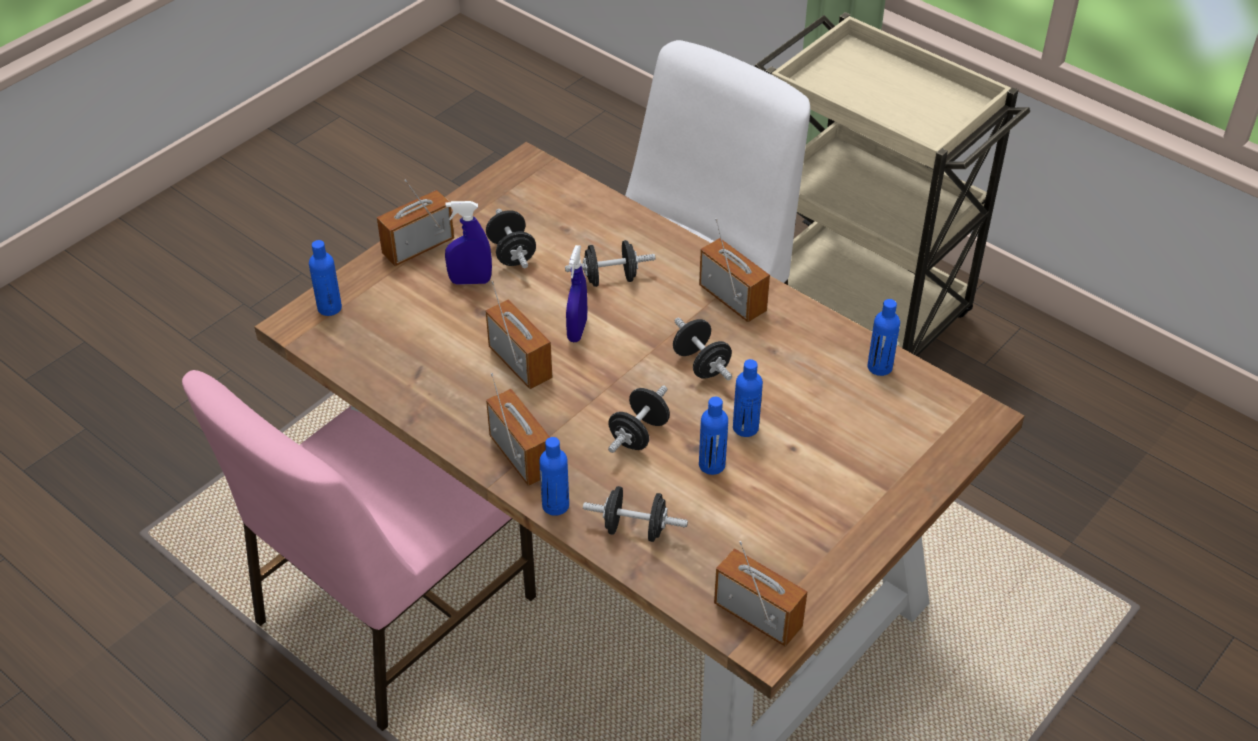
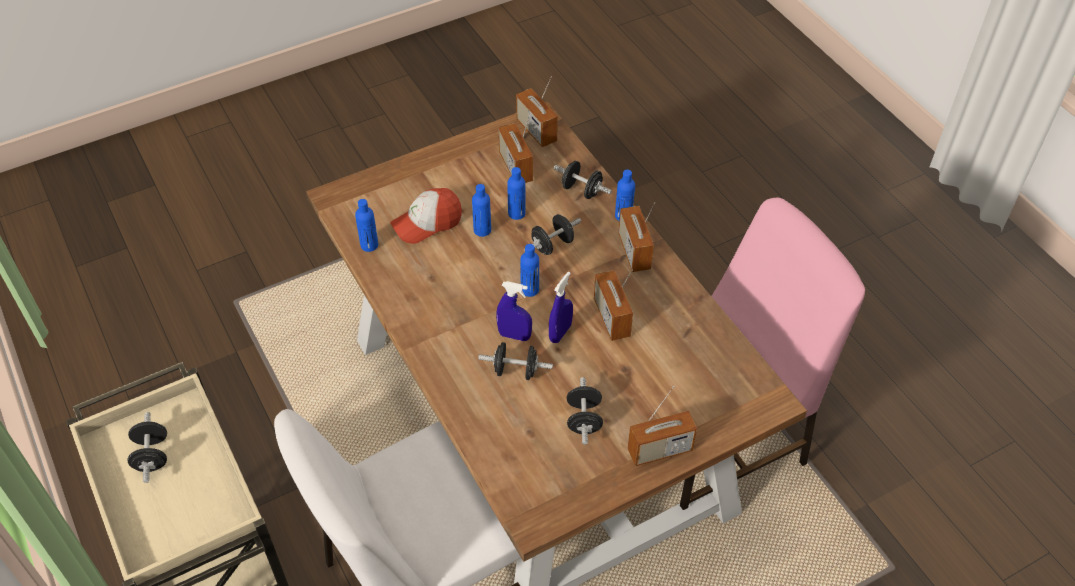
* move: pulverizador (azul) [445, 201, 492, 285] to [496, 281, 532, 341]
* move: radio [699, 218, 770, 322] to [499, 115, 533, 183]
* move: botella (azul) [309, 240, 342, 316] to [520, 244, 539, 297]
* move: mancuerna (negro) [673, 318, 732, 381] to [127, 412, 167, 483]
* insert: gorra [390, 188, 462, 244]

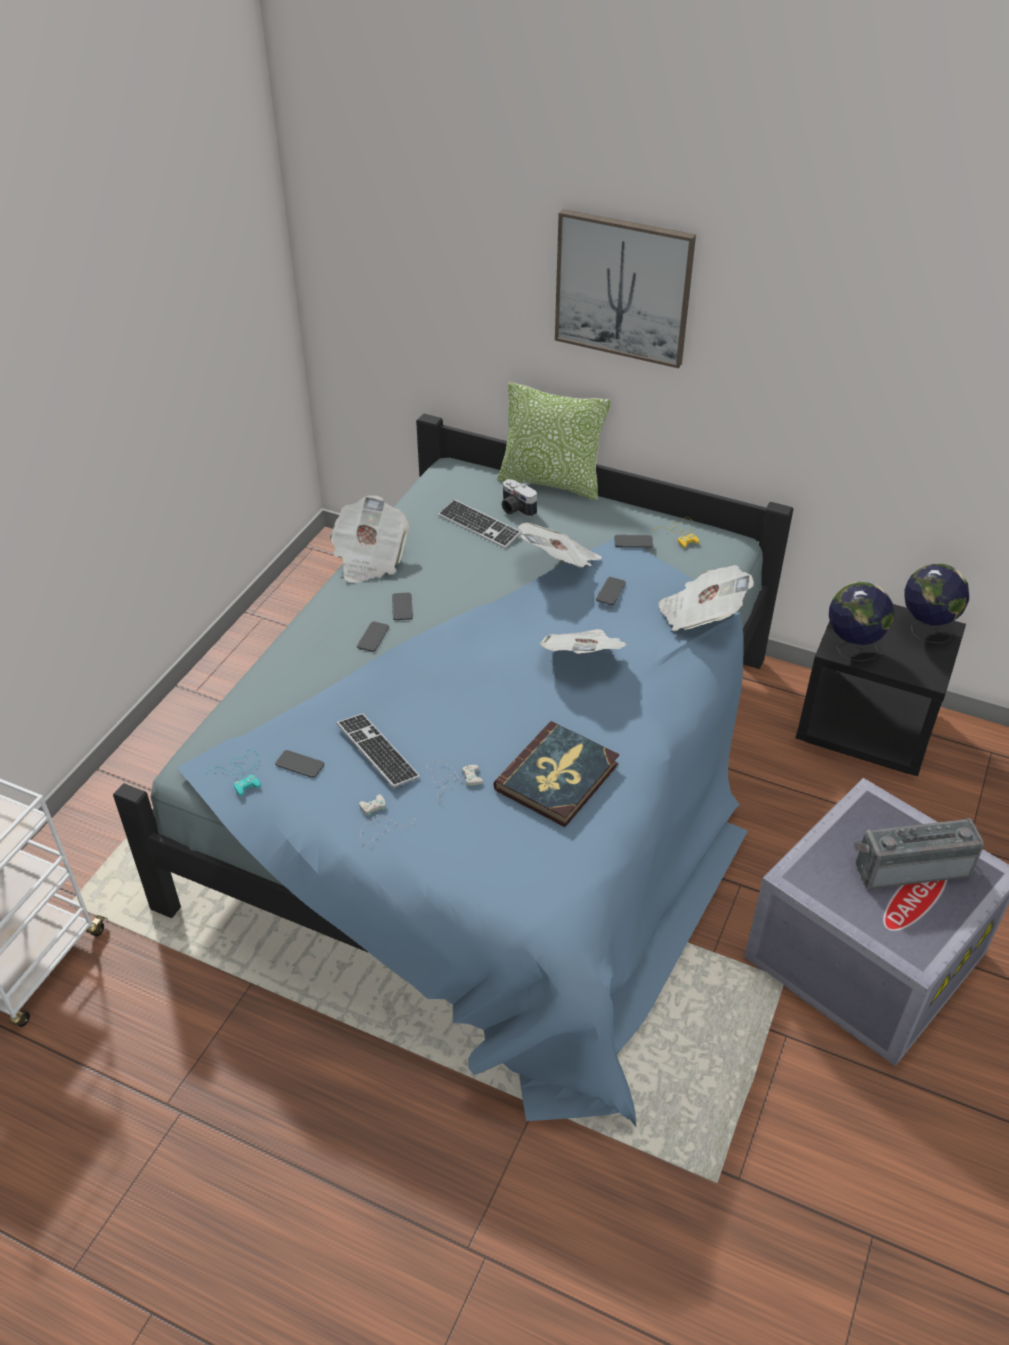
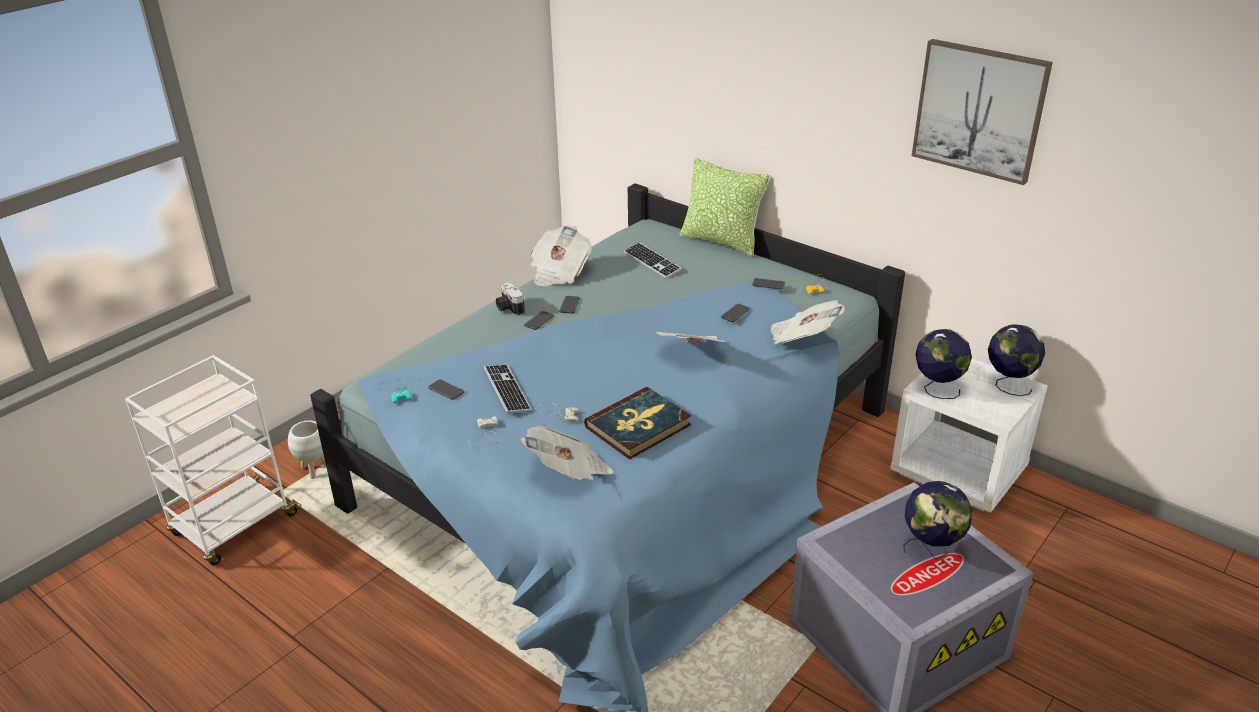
* move: cuadro [555, 209, 696, 368] to [912, 39, 1053, 185]
* move: cámara [501, 479, 537, 517] to [496, 283, 525, 316]
* move: periódico [518, 523, 602, 568] to [521, 426, 613, 480]
* recolor: mesita de noche (negro) [796, 604, 966, 776] to mesita de noche (blanco) [890, 358, 1048, 513]
* replace: radio [854, 818, 984, 889] to globo terráqueo [903, 481, 972, 560]
* insert: maceta (blanco) [288, 420, 326, 479]

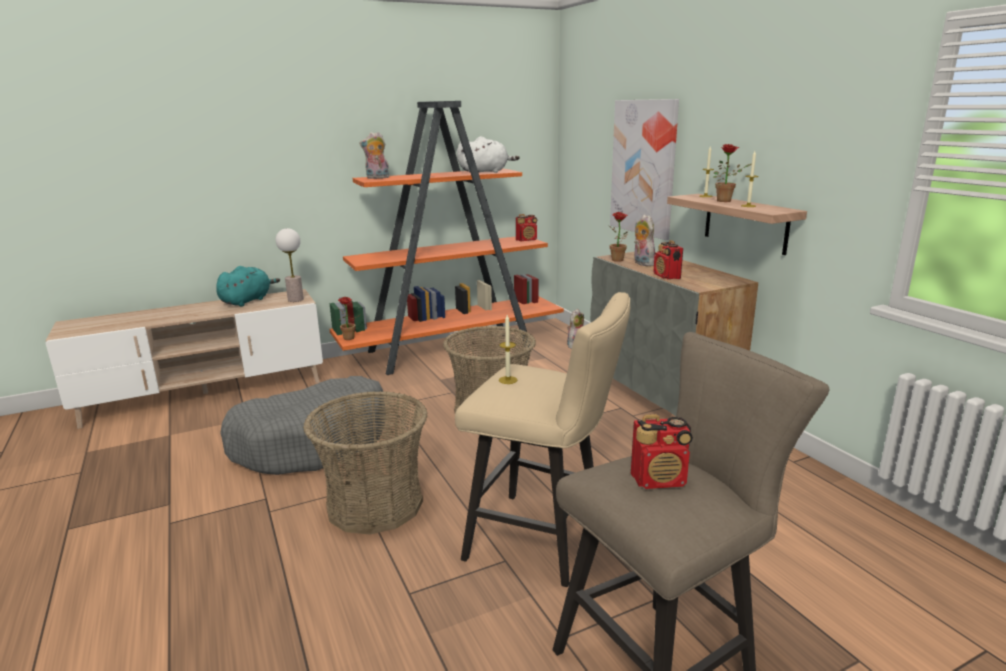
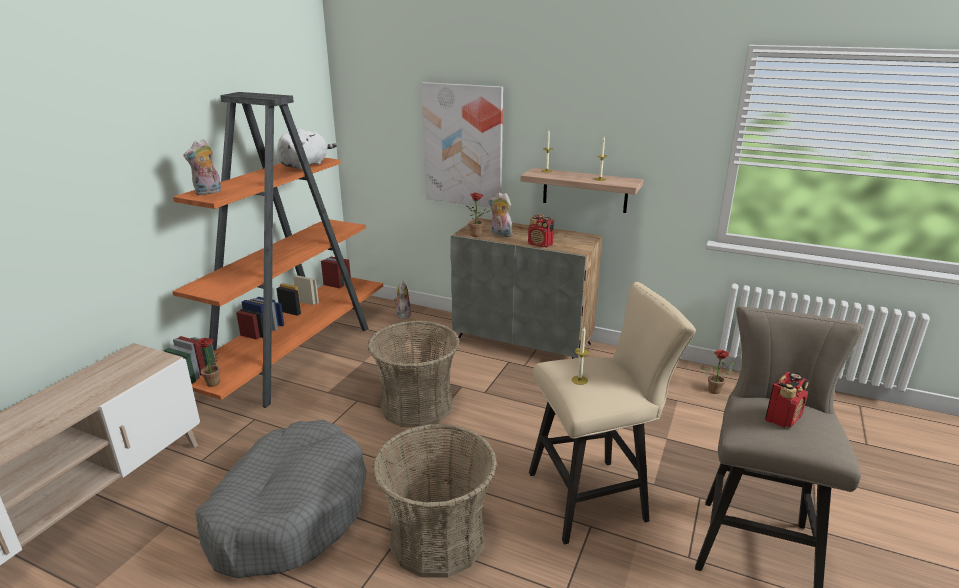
* move: planta en maceta [713, 144, 751, 202] to [701, 350, 735, 394]
* delete: radio [516, 214, 537, 241]
* delete: lámpara de mesa [276, 228, 304, 302]
* delete: peluche (turquesa) [216, 266, 280, 306]

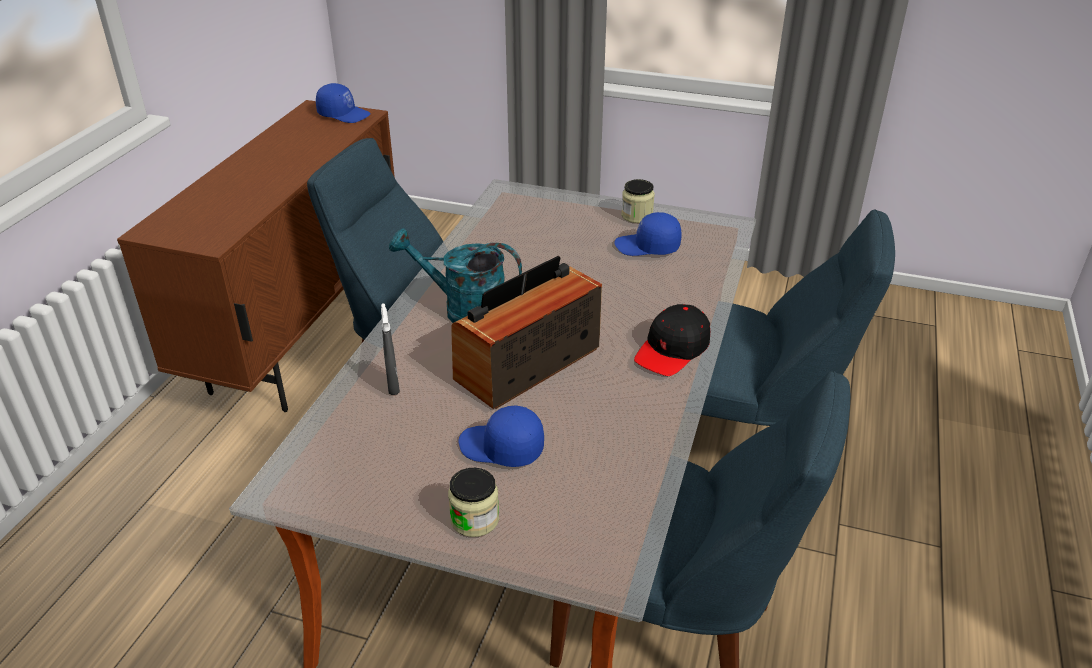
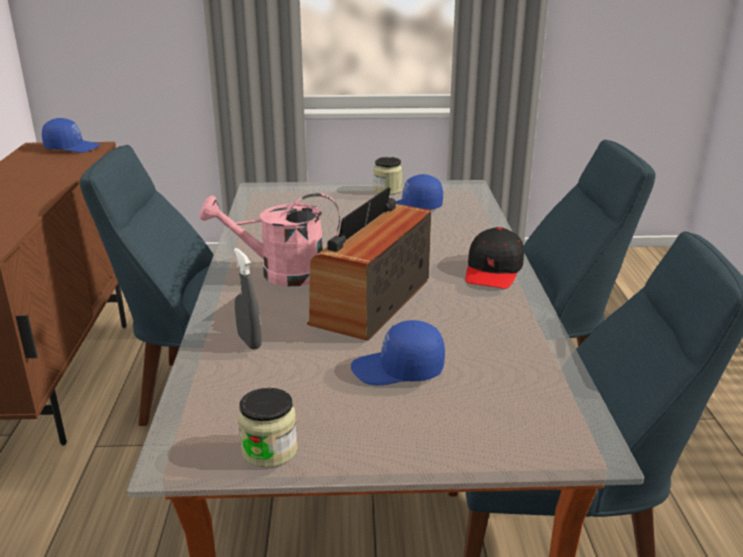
* recolor: regadera (turquesa) [389, 228, 522, 323] to regadera (rosa) [199, 193, 340, 286]
* move: tarro [448, 468, 499, 537] to [238, 388, 297, 468]

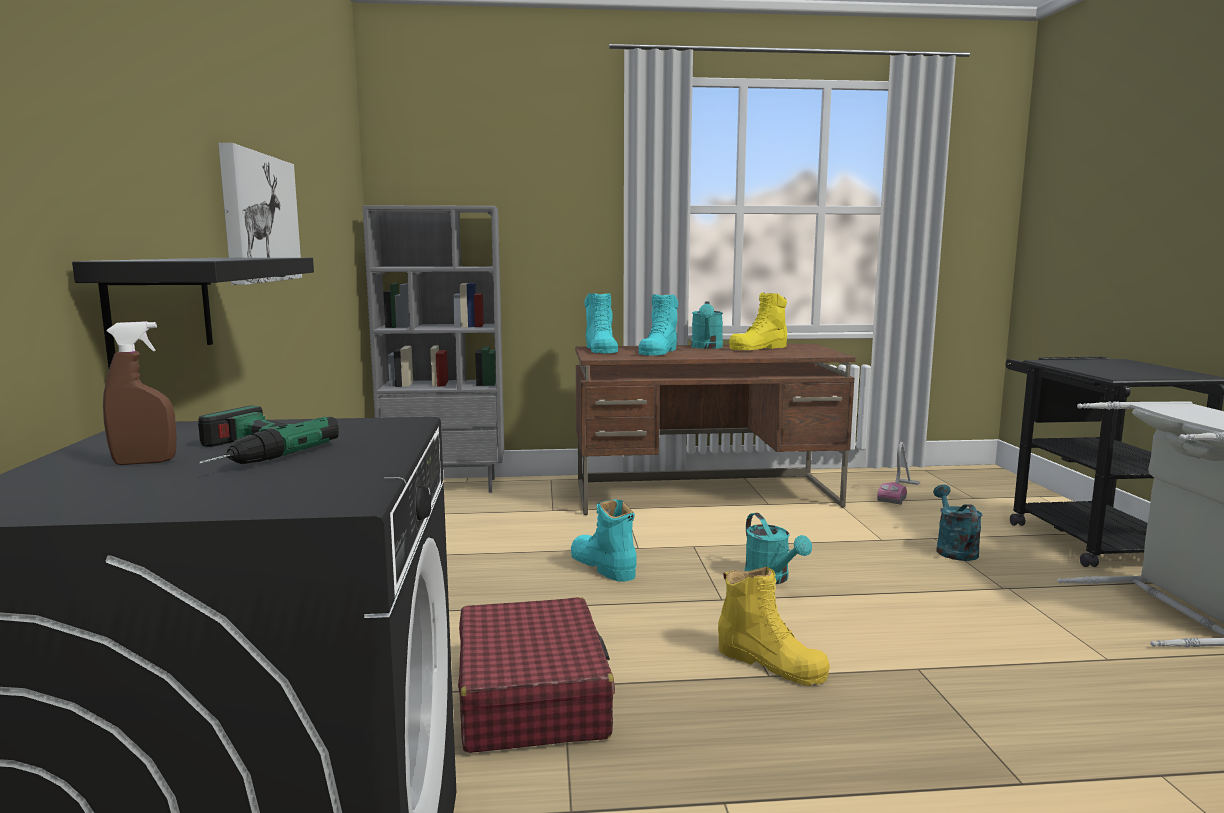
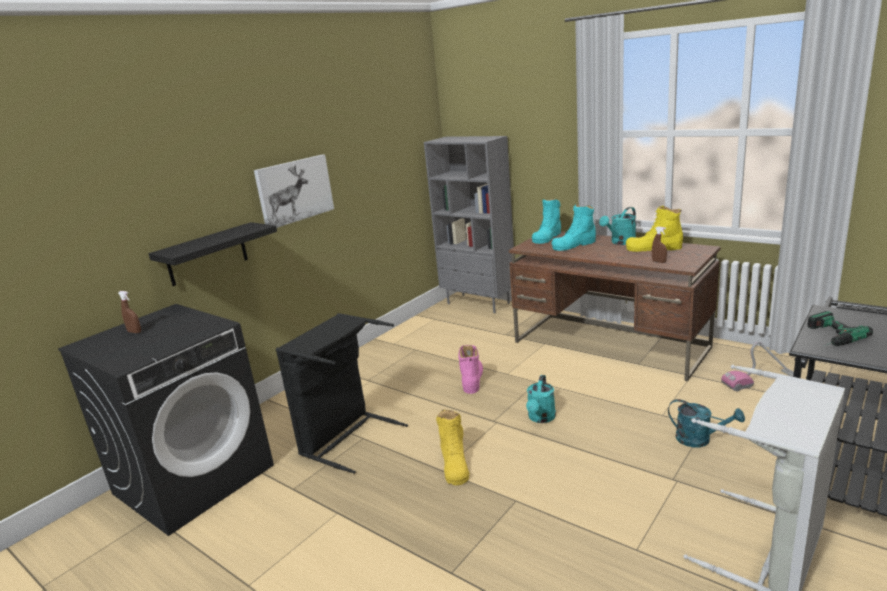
* move: taladro [198, 406, 339, 464] to [807, 311, 873, 346]
* rotate: regadera (turquesa) [933, 485, 982, 561] = [668, 399, 745, 447] 75 degrees clockwise
* recolor: bota (turquesa) [571, 499, 637, 582] to bota (rosa) [458, 345, 483, 394]
* replace: maleta (rojo) [458, 597, 615, 753] to cesto de la ropa (negro) [276, 313, 408, 474]
* insert: pulverizador (marrón) [652, 226, 667, 263]

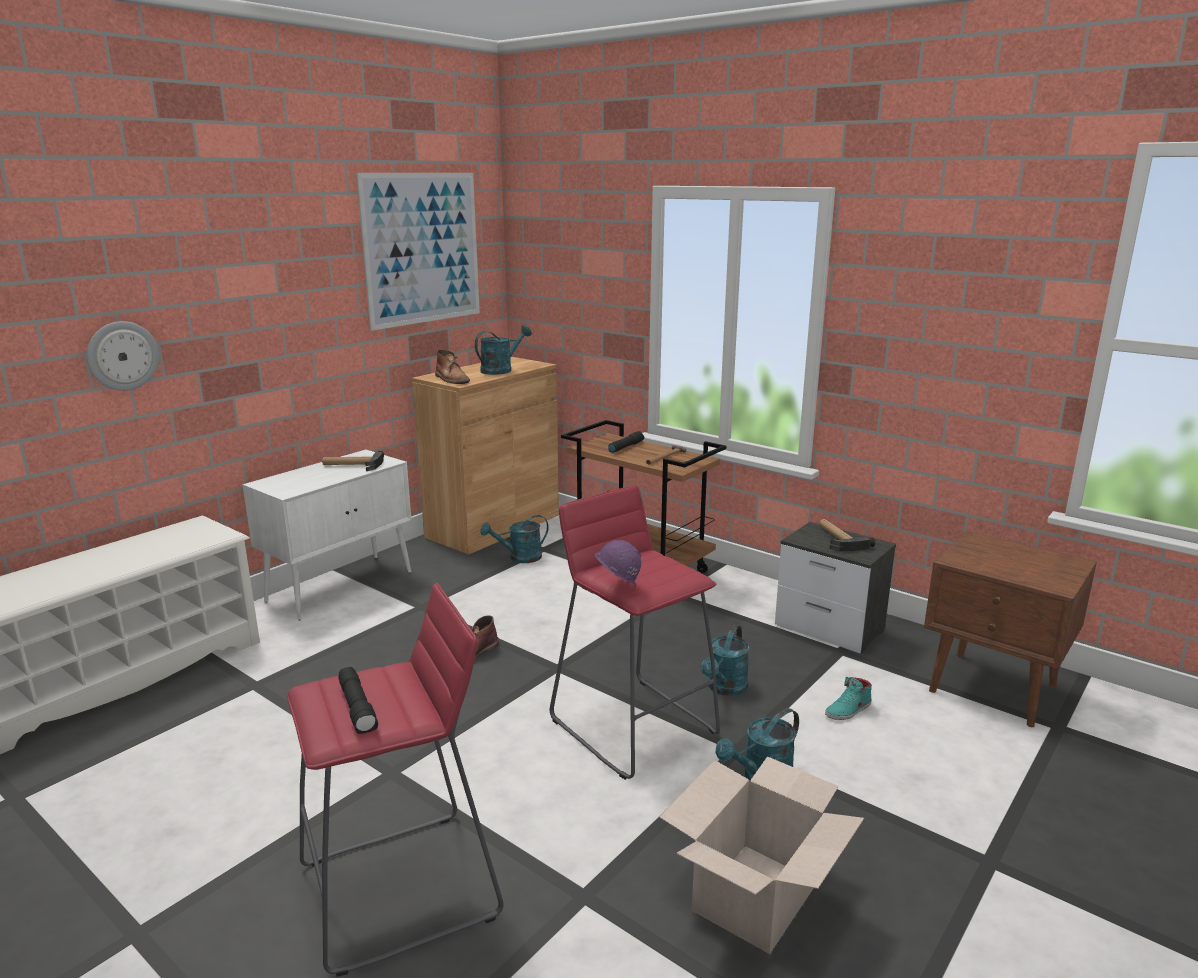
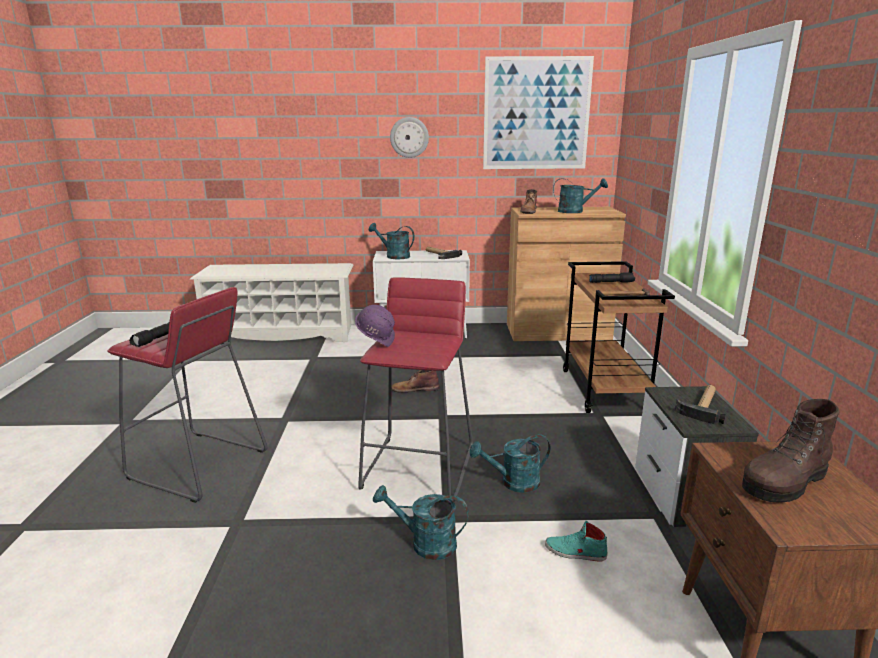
* move: reloj de pared [87, 321, 159, 391] to [390, 117, 429, 158]
* move: regadera (turquesa) [481, 515, 549, 563] to [369, 223, 415, 259]
* delete: caja de cartón [659, 756, 864, 954]
* insert: bota (marrón) [742, 399, 840, 503]

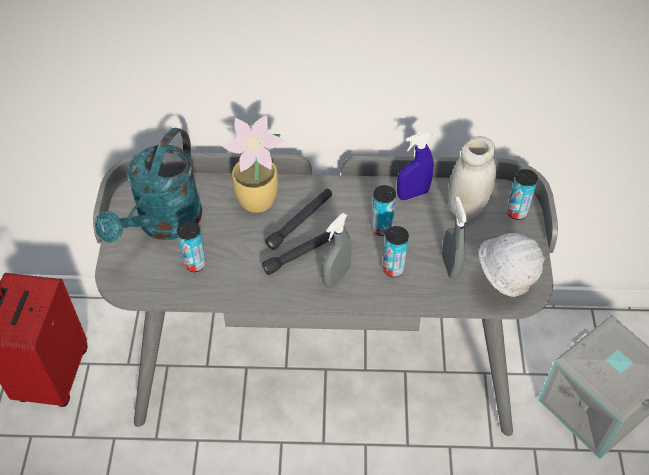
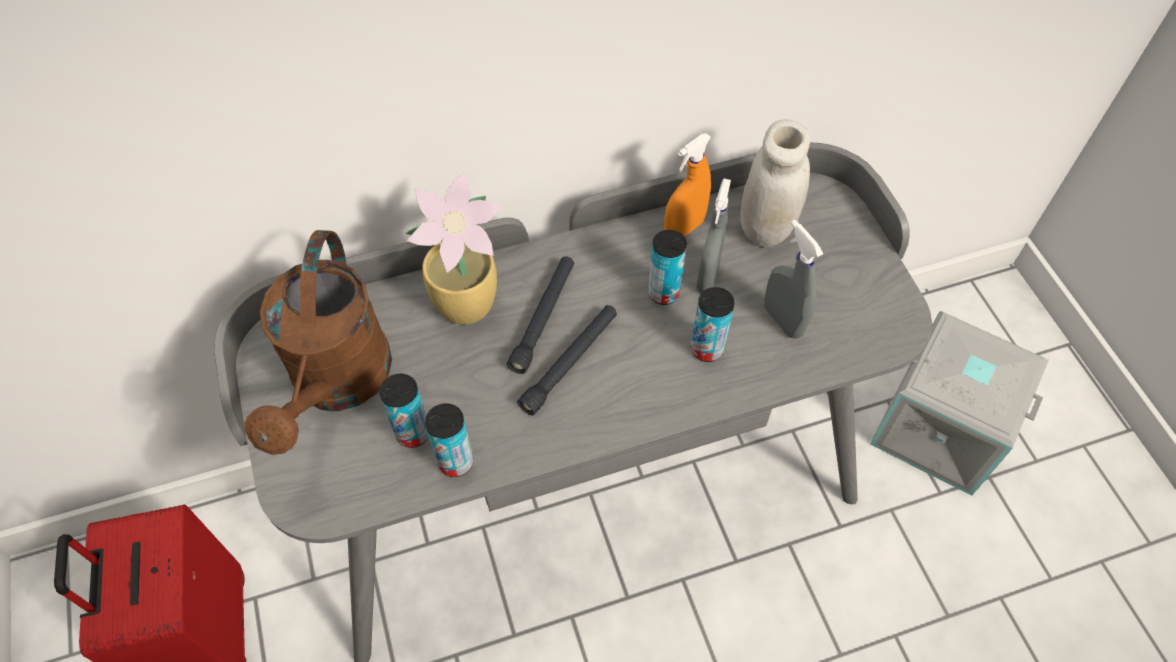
* recolor: regadera (turquesa) [94, 128, 202, 243] to regadera (marrón) [245, 230, 392, 455]
* recolor: pulverizador (azul) [397, 132, 434, 200] to pulverizador (naranja) [664, 133, 711, 237]
* move: lata [507, 169, 538, 220] to [425, 403, 473, 477]
* move: pulverizador (gris) [322, 213, 352, 288] to [696, 178, 731, 293]
* delete: casco (blanco) [479, 233, 545, 297]

